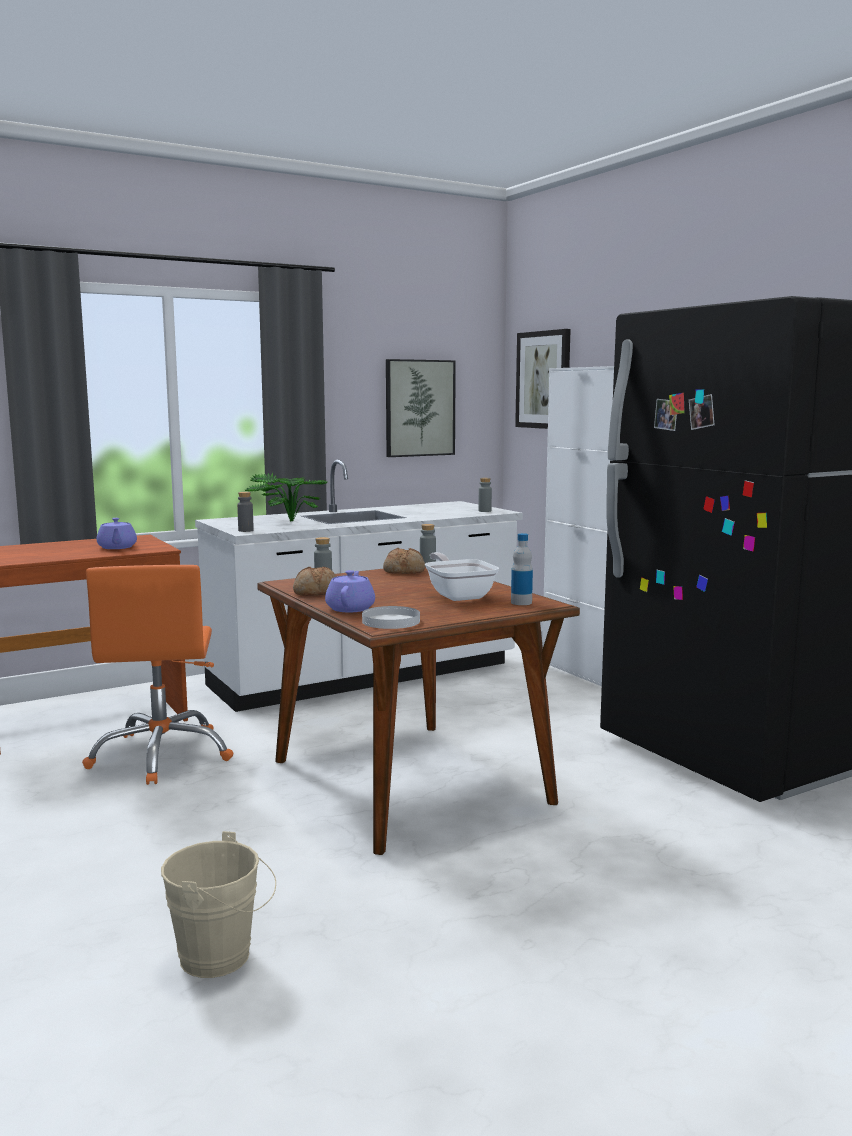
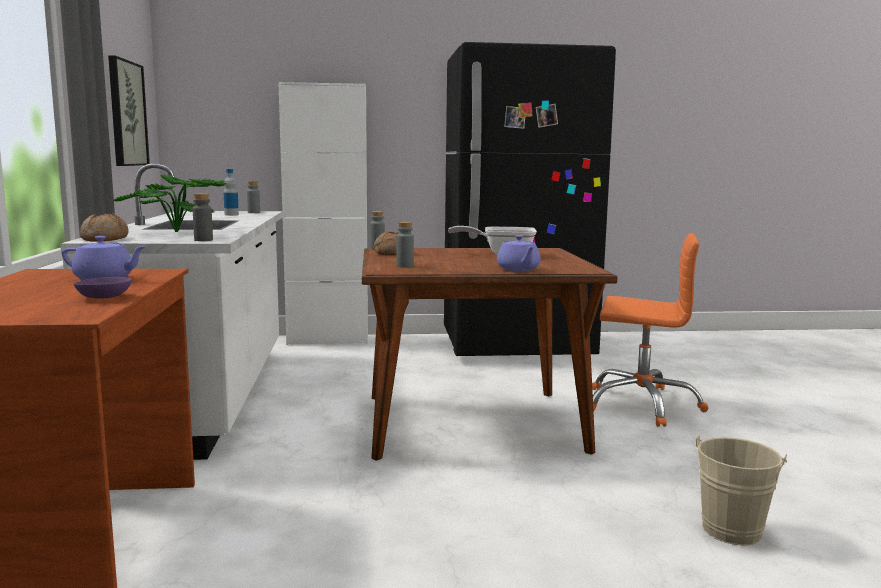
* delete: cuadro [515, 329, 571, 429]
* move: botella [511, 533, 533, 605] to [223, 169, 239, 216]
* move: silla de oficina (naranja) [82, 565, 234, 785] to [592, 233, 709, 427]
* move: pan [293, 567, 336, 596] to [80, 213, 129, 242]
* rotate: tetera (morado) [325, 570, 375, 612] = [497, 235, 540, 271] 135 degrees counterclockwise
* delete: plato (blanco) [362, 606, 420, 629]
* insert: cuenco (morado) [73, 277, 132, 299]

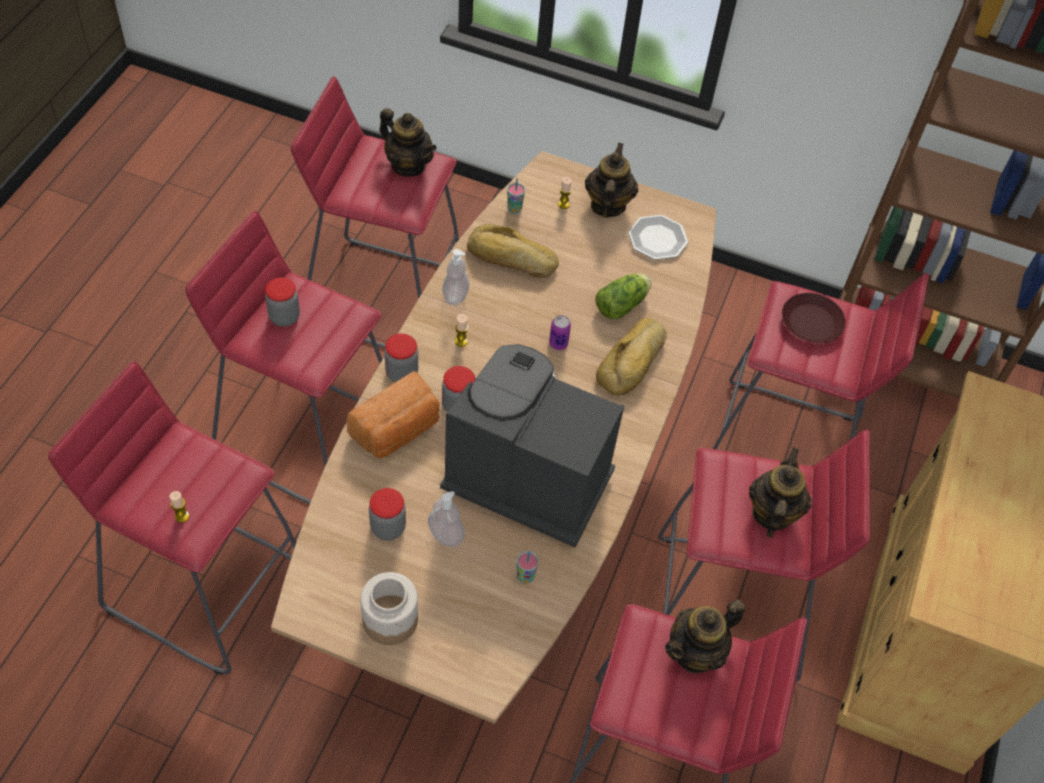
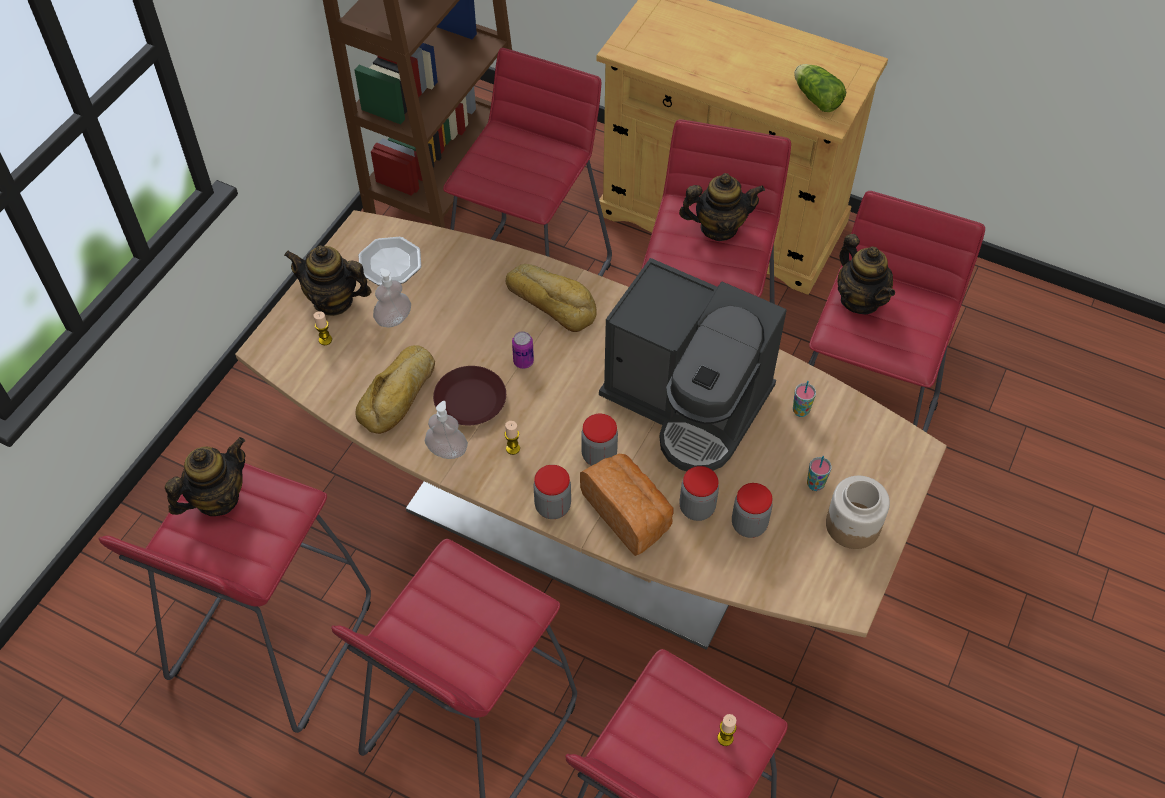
* move: taza [507, 179, 525, 214] to [807, 456, 832, 491]
* move: lechuga [595, 274, 651, 319] to [794, 64, 846, 112]
* move: tarro [265, 277, 300, 327] to [680, 466, 719, 521]
* move: plato (marrón) [782, 293, 846, 343] to [433, 366, 506, 425]
* rotate: cafetera [440, 344, 624, 547] = [599, 258, 786, 471] 90 degrees counterclockwise
* rotate: tetera [749, 448, 811, 538] = [679, 173, 765, 241] 150 degrees clockwise
* move: dispensador de jabón [428, 491, 465, 547] to [373, 268, 411, 327]

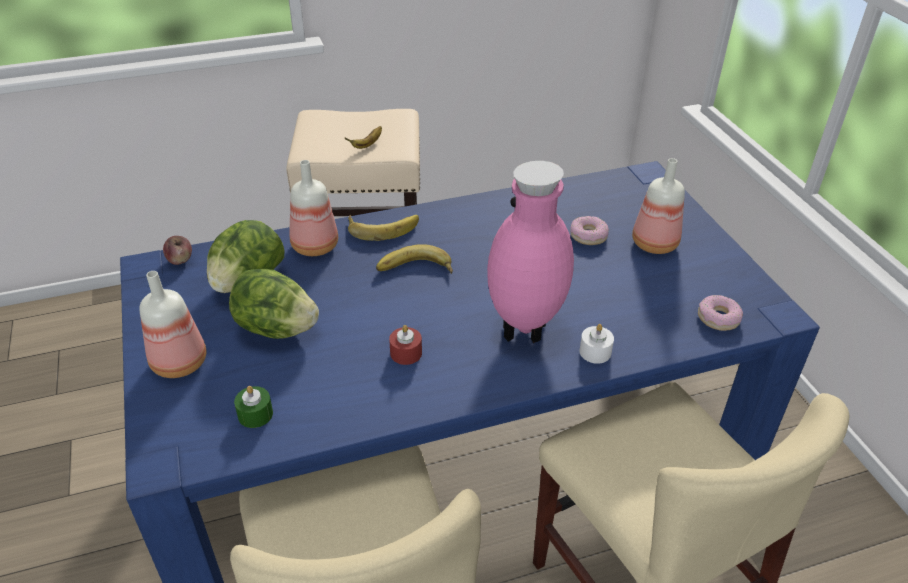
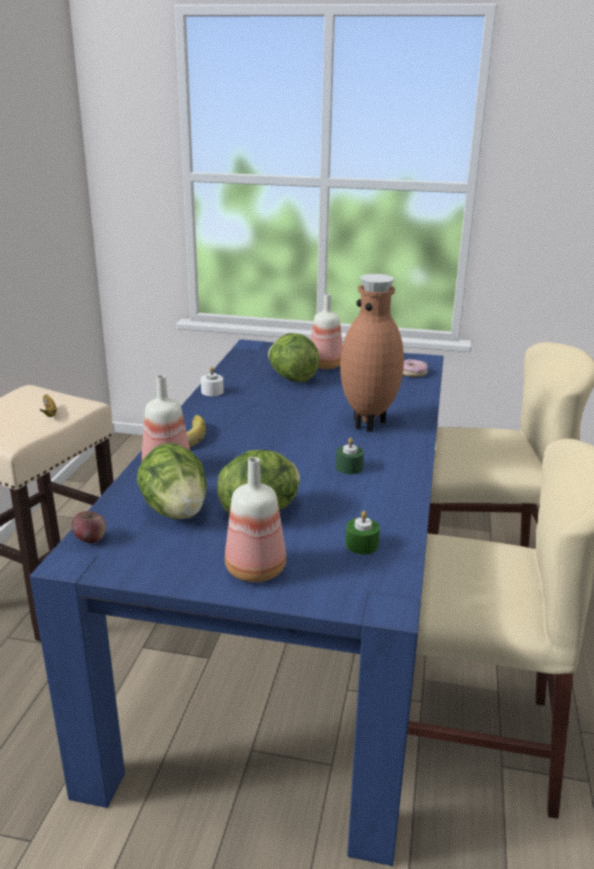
* recolor: florero (rosa) [487, 161, 574, 343] to florero (marrón) [340, 274, 404, 432]
* replace: rosquilla [570, 216, 609, 245] to lechuga [268, 333, 320, 382]
* delete: plátano [376, 244, 453, 274]
* move: vela (blanco) [579, 324, 614, 364] to [201, 367, 224, 396]
* recolor: vela (rojo) [389, 325, 422, 365] to vela (verde) [336, 438, 364, 474]

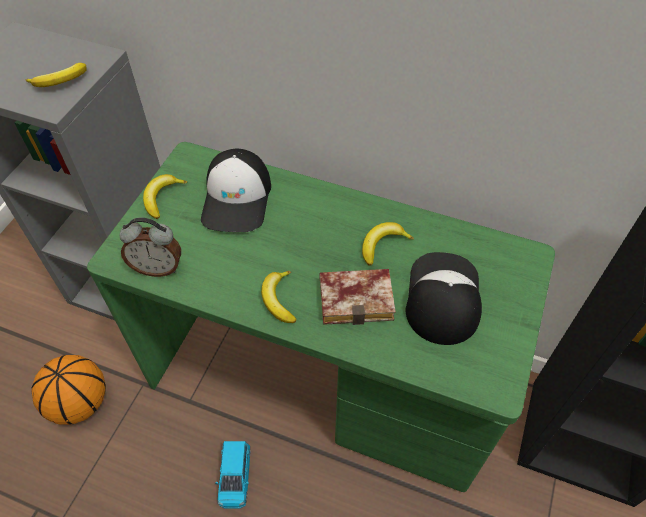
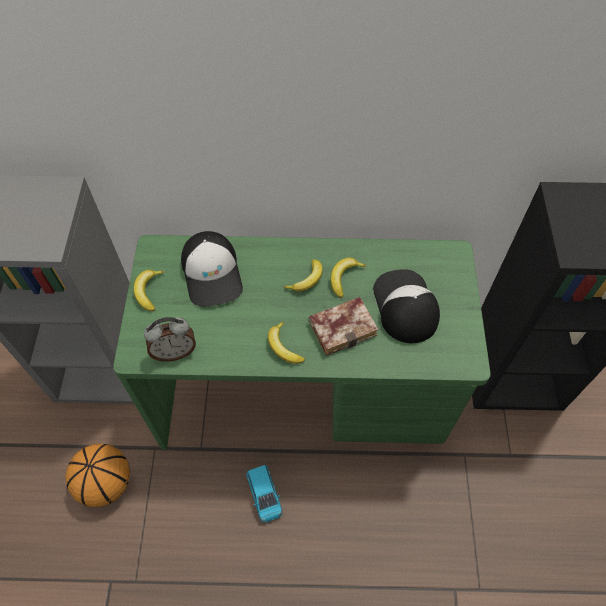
* move: plátano [26, 63, 87, 87] to [283, 260, 323, 292]

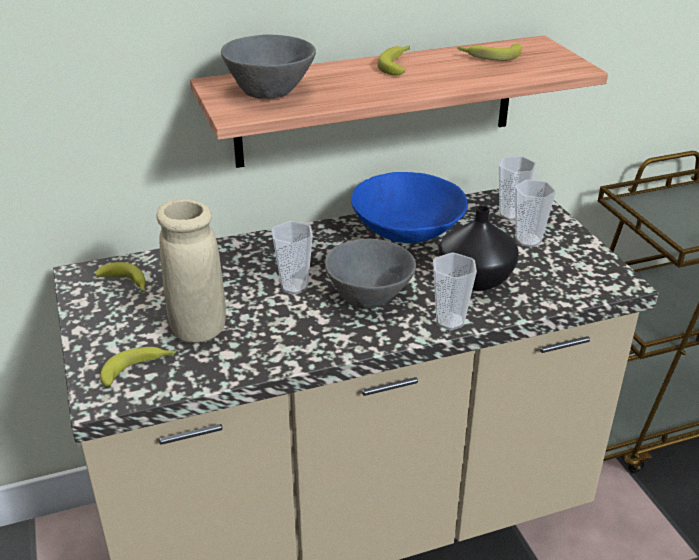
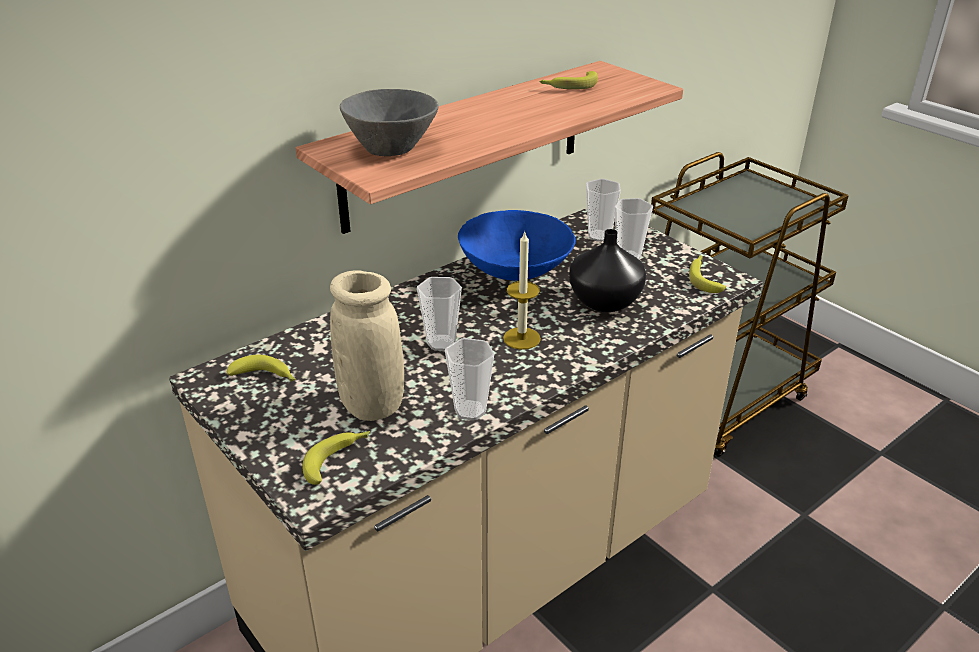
* move: plátano [377, 45, 410, 76] to [689, 255, 726, 293]
* replace: cuenco (gris) [325, 239, 416, 309] to vela [503, 231, 541, 350]
* move: taza [433, 253, 477, 330] to [445, 338, 494, 421]

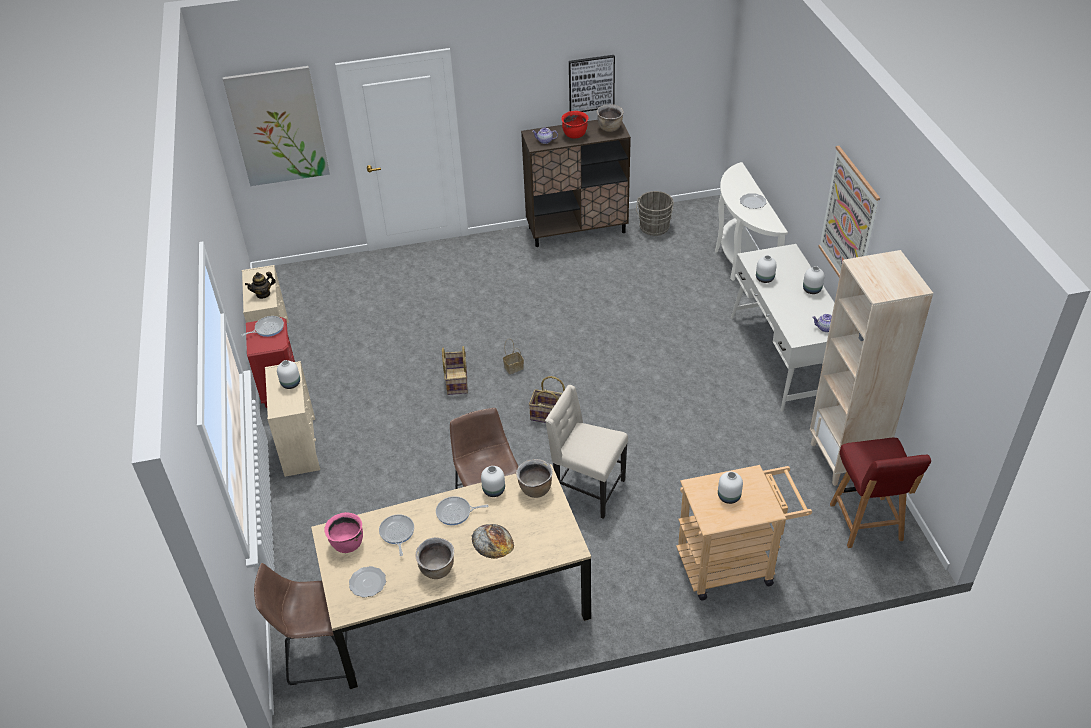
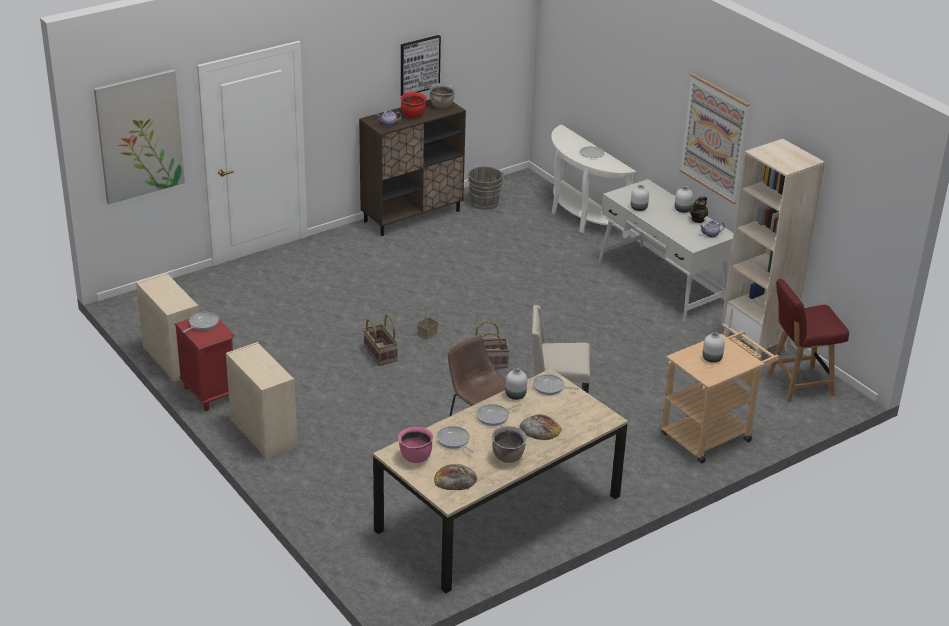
* move: tetera [245, 272, 276, 299] to [690, 196, 708, 223]
* delete: florero (blanco) [277, 360, 300, 389]
* rotate: silla (rojo) [830, 438, 931, 548] = [767, 279, 849, 402] 105 degrees clockwise
* replace: olla (marrón) [516, 459, 552, 498] to sartén [533, 374, 579, 395]
* delete: taburete (marrón) [254, 563, 355, 685]
* replace: plato [349, 566, 386, 597] to pan [434, 464, 477, 490]

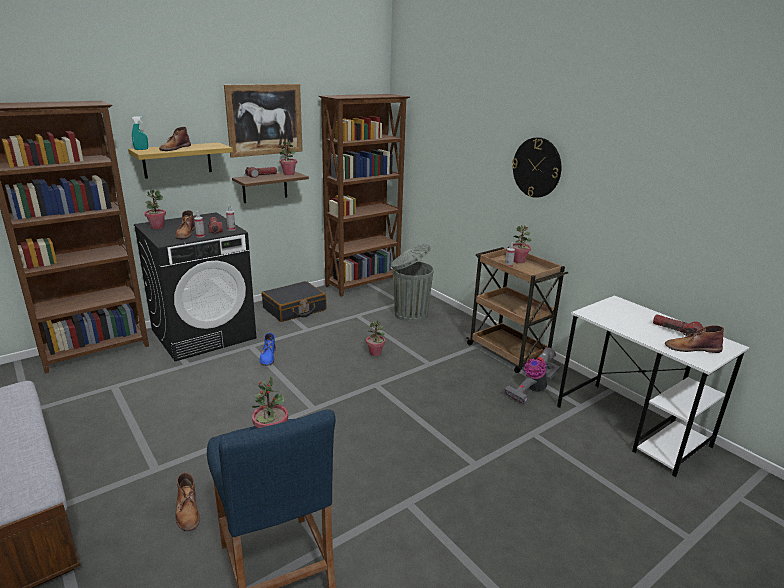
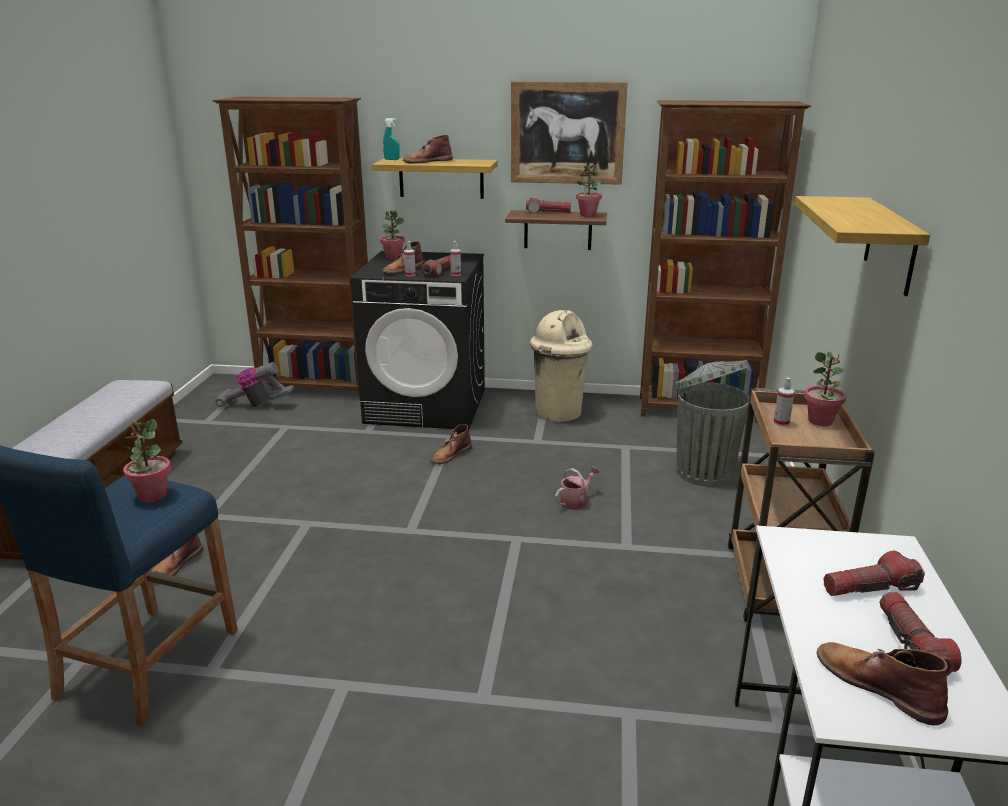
* replace: reloj de pared [512, 137, 561, 198] to estante [795, 196, 930, 296]
* replace: maleta (negro) [262, 281, 327, 322] to papelera (beis) [530, 310, 593, 422]
* replace: planta en maceta [366, 320, 385, 356] to regadera [555, 466, 600, 510]
* recolor: bota (azul) [259, 333, 276, 366] to bota (marrón) [430, 424, 472, 464]
* move: aspiradora [504, 347, 561, 404] to [214, 362, 294, 408]
* insert: linterna [823, 551, 925, 596]

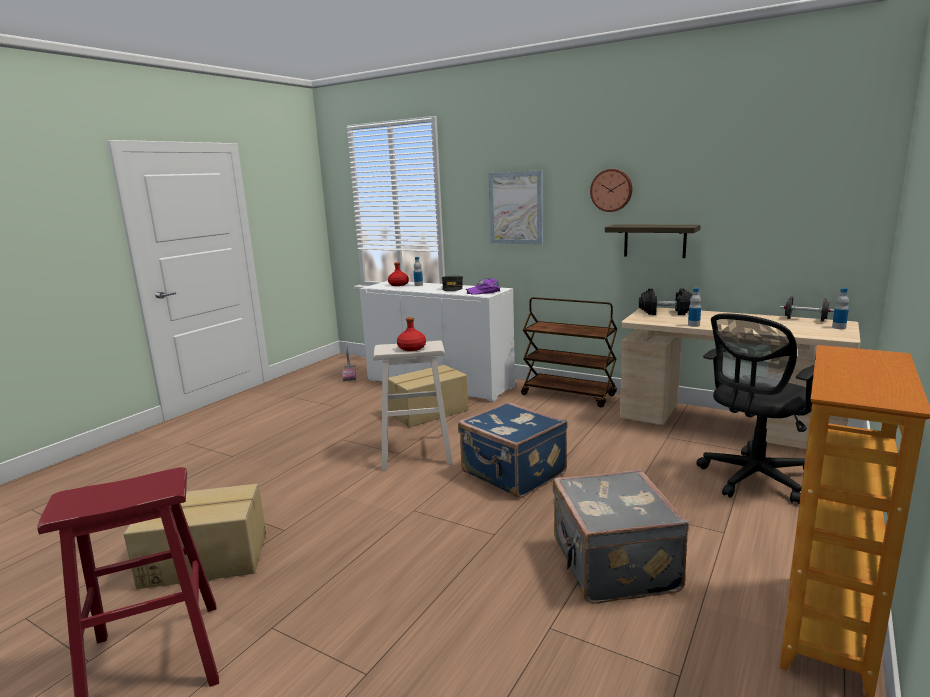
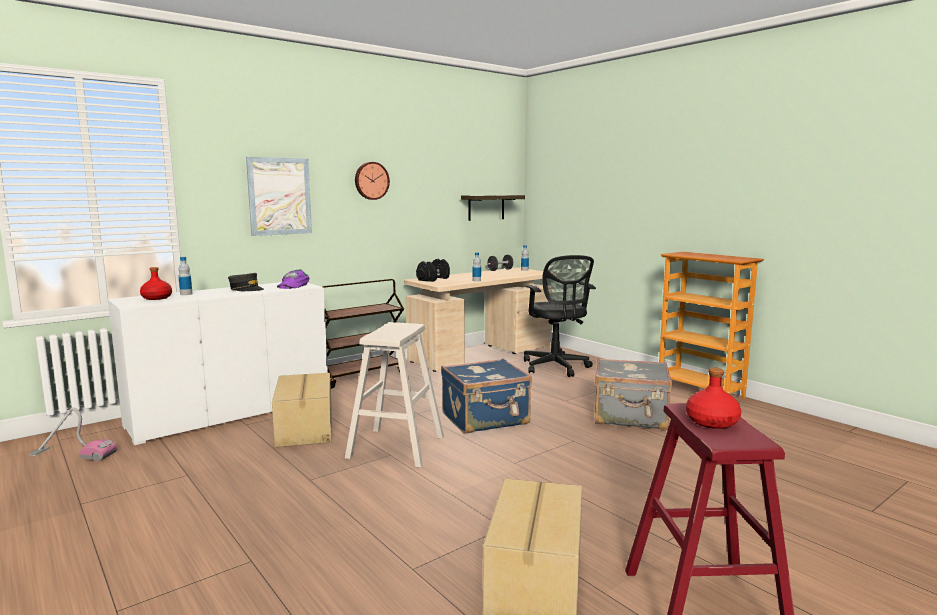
* move: estante [605, 225, 701, 258] to [461, 195, 525, 221]
* move: botella (rojo) [397, 317, 426, 351] to [686, 368, 741, 429]

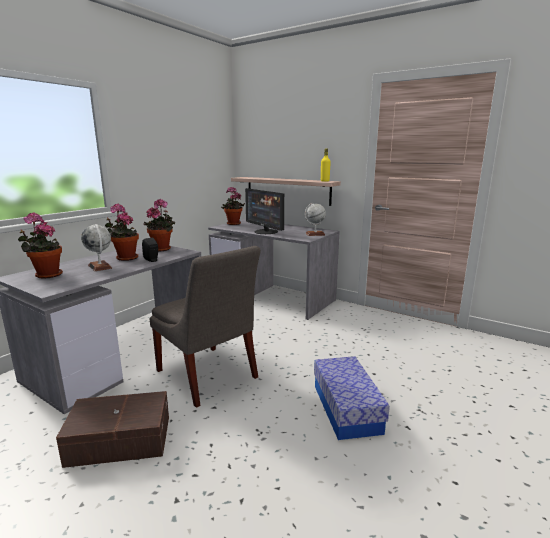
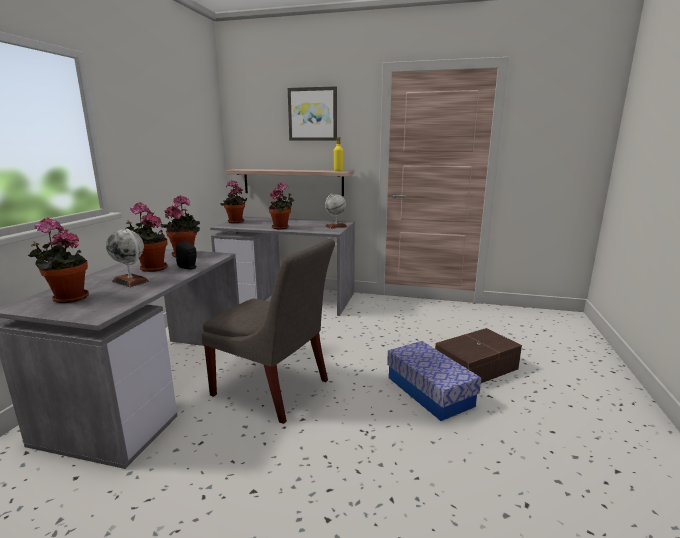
* replace: monitor [245, 188, 284, 234] to planta en maceta [269, 182, 294, 229]
* move: caja de almacenaje (marrón) [56, 391, 169, 468] to [435, 328, 522, 383]
* insert: cuadro [288, 86, 337, 140]

